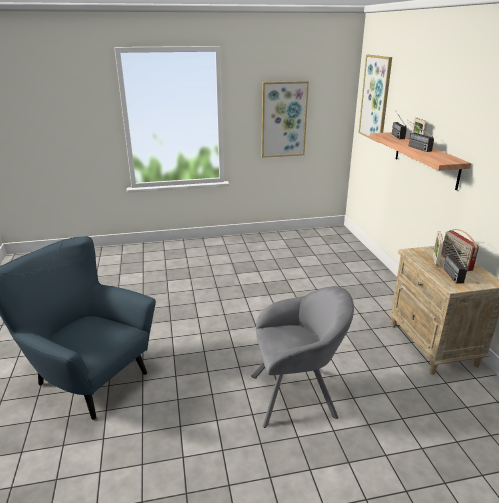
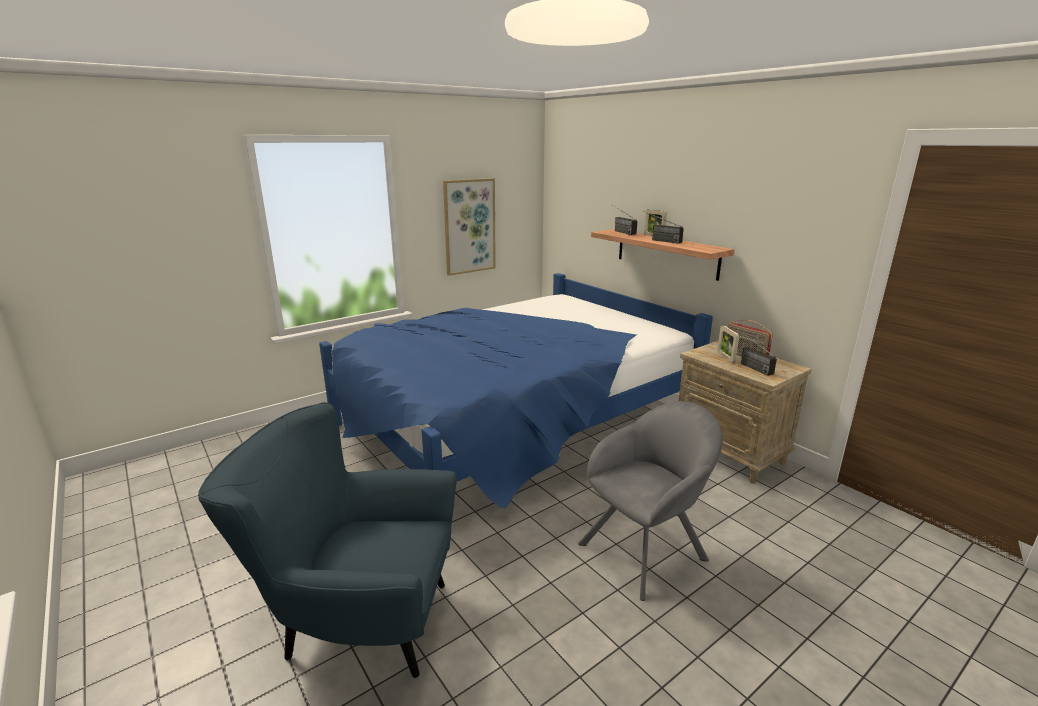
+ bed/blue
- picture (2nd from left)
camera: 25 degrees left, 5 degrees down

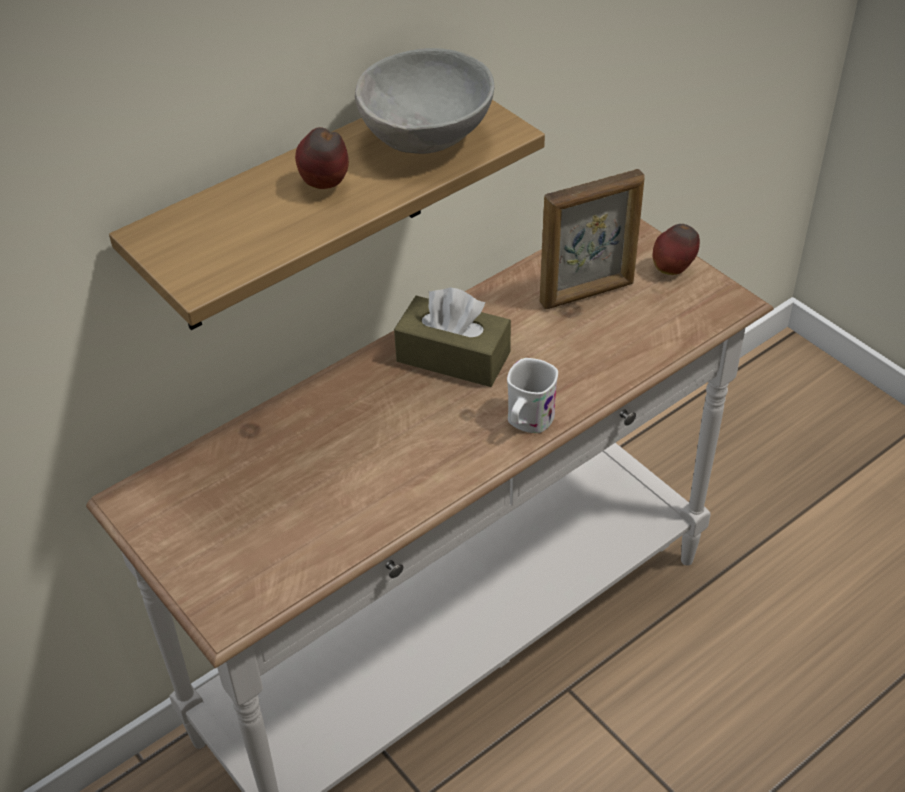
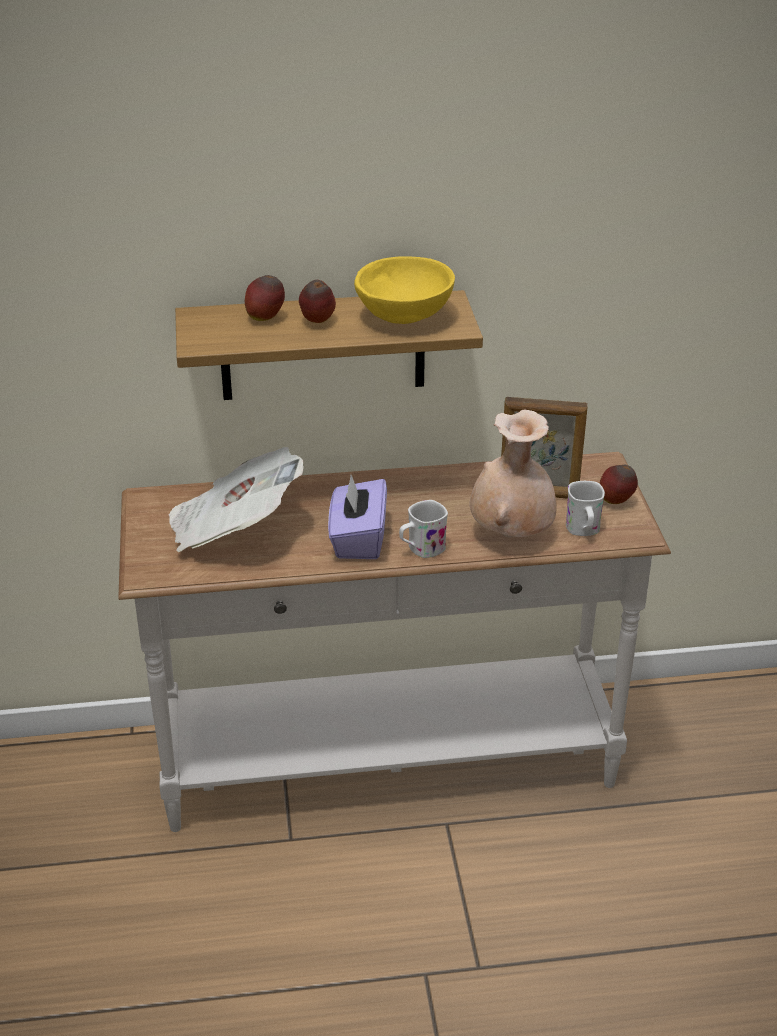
+ newspaper
+ whole apple (1st from left)
+ box of tissues/purplish
~ serving bowl/gray to serving bowl/yellowish
+ decorative vase/beige
+ tea mug/whitish (2nd from left)
- box of tissues/brown-coloured
camera: 30 degrees right, 10 degrees down

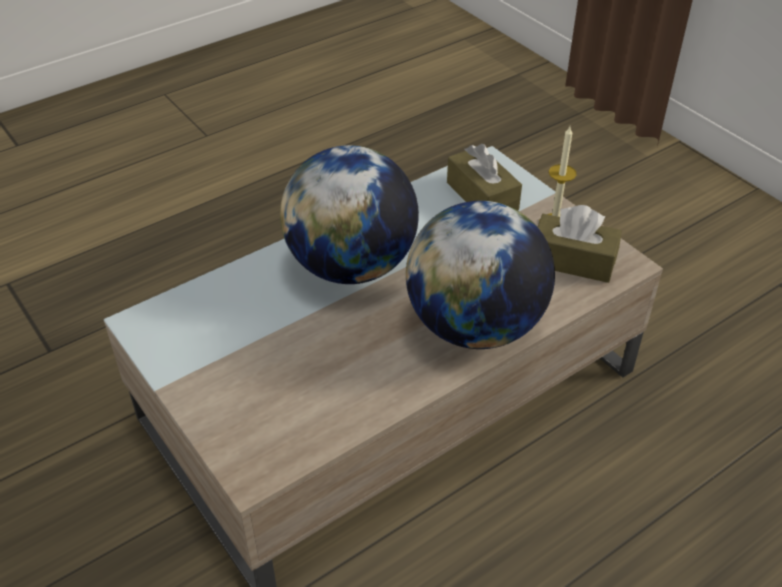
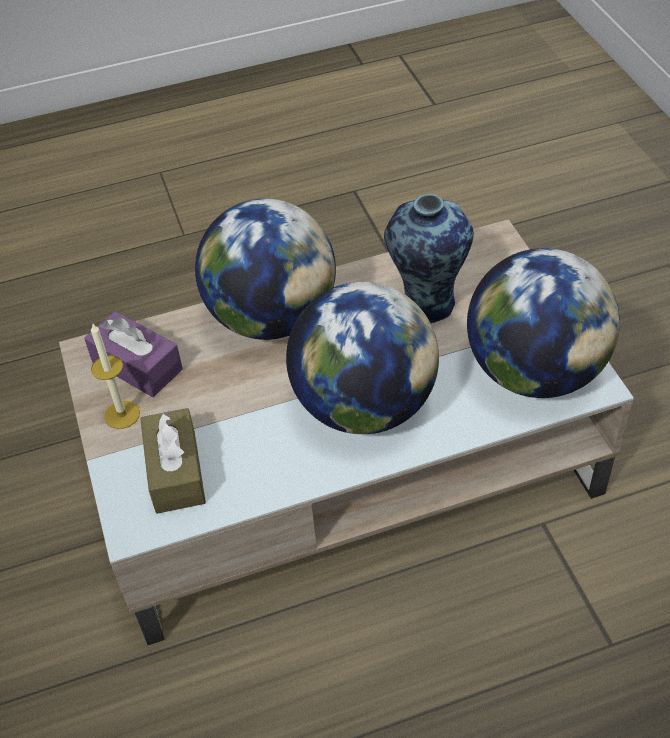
~ box of tissues/brown-coloured (2nd from left) to box of tissues/purplish
+ decorative vase
+ world globe (3rd from left)
camera: 160 degrees left, 5 degrees up

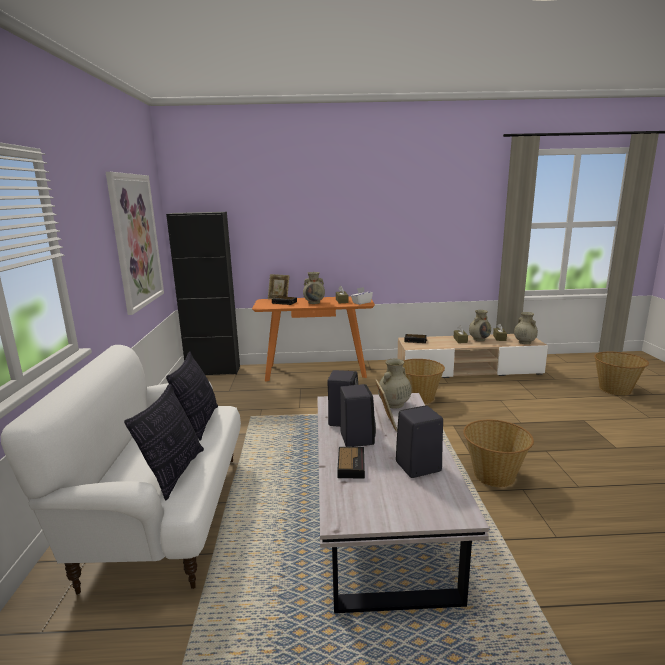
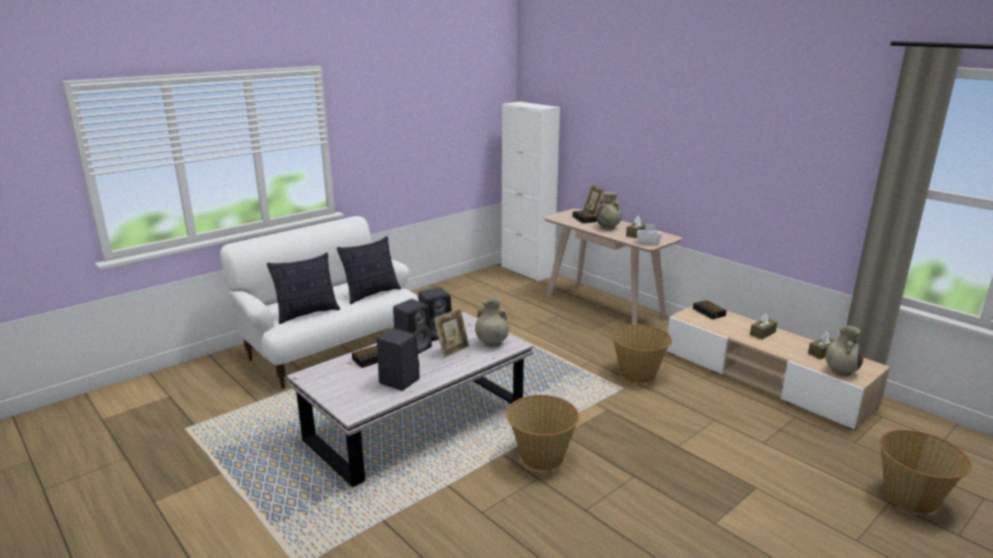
~ cupboard/black-coloured to cupboard/whitish
~ hall table/orange-coloured to hall table/beige
- picture
- decorative vase/beige (3rd from left)
camera: 50 degrees right, 5 degrees up

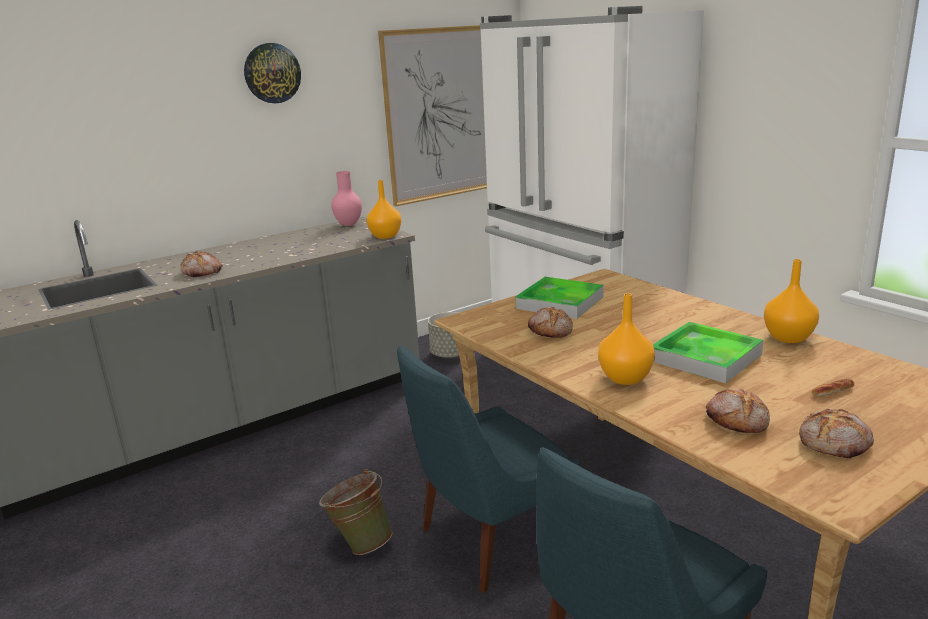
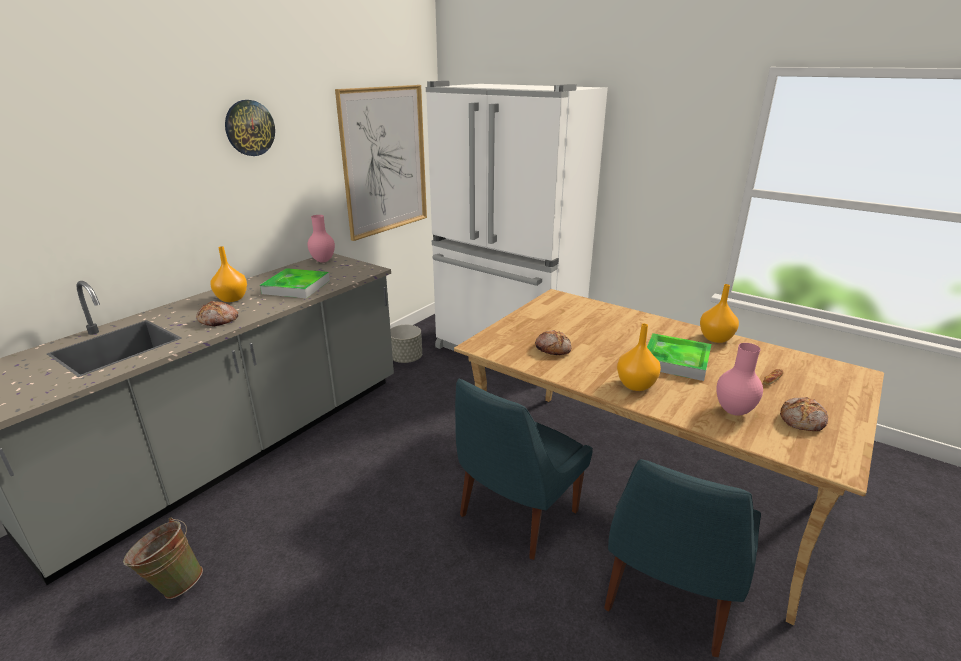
~ pail/greenish
~ decorative vase/orange-coloured (1st from left)
~ carrying tray (1st from left)
~ bread (3rd from left) to decorative vase/pinkish (2nd from left)
camera: 20 degrees left, 5 degrees up

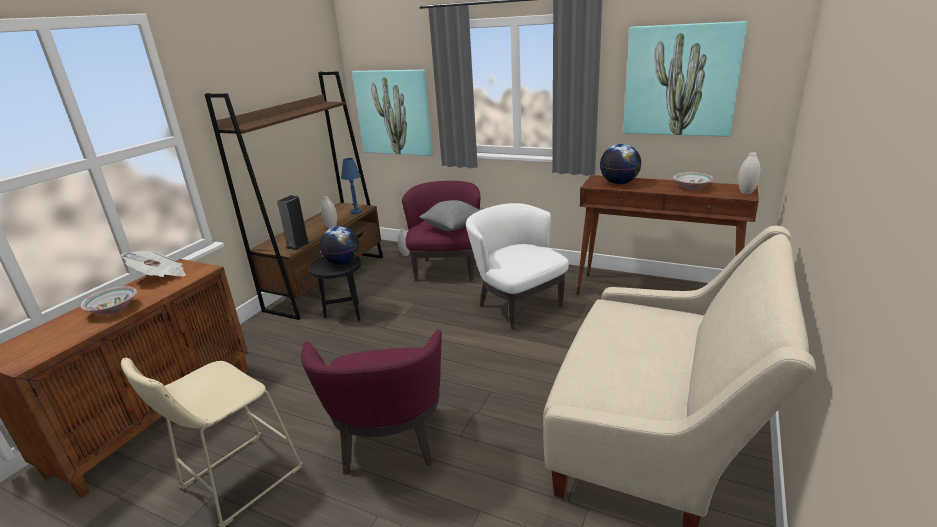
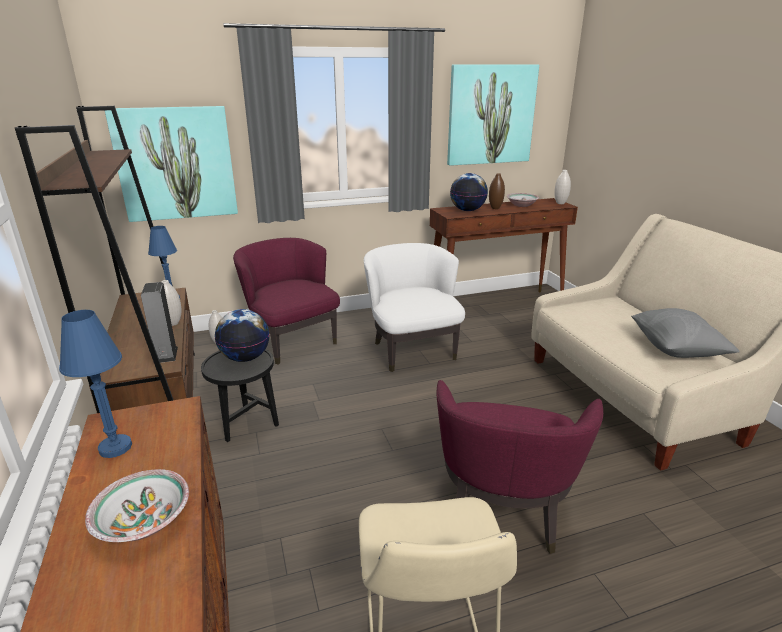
~ newspaper to tabletop lamp/blue (1st from left)
~ armchair/whitish 60 degrees clockwise
~ armchair/purplish (1st from left in the first image) 60 degrees clockwise
+ decorative vase/brown-coloured
~ cushion/gray
camera: 45 degrees left, 0 degrees up

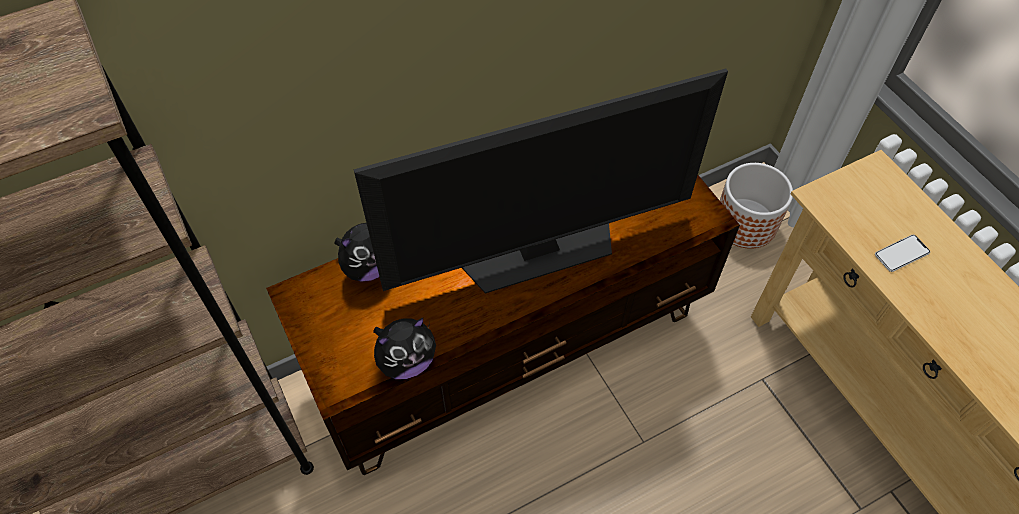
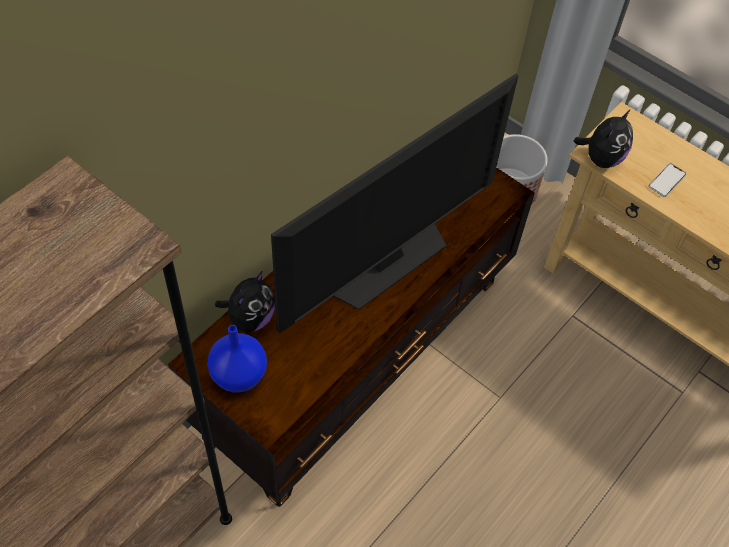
+ decorative vase/blue
~ cuddly toy (2nd from left)
camera: 25 degrees left, 0 degrees up

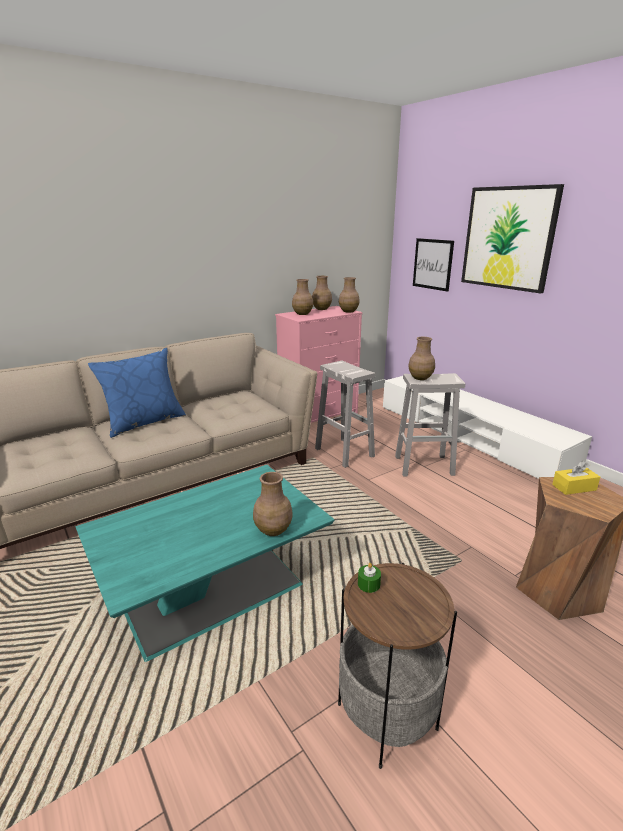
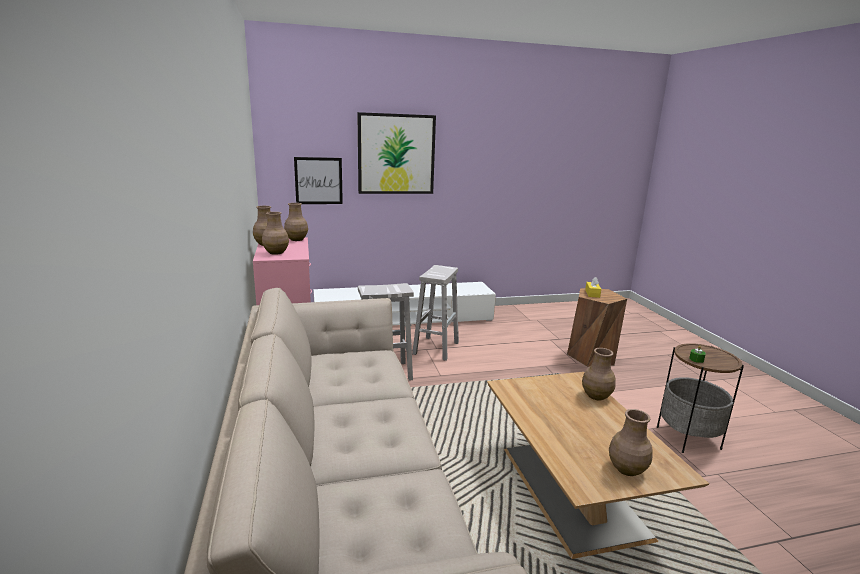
~ low table/turquoise-coloured to low table/brown-coloured
~ decorative vase/brown-coloured (5th from left)
- cushion/blue
camera: 70 degrees left, 5 degrees down

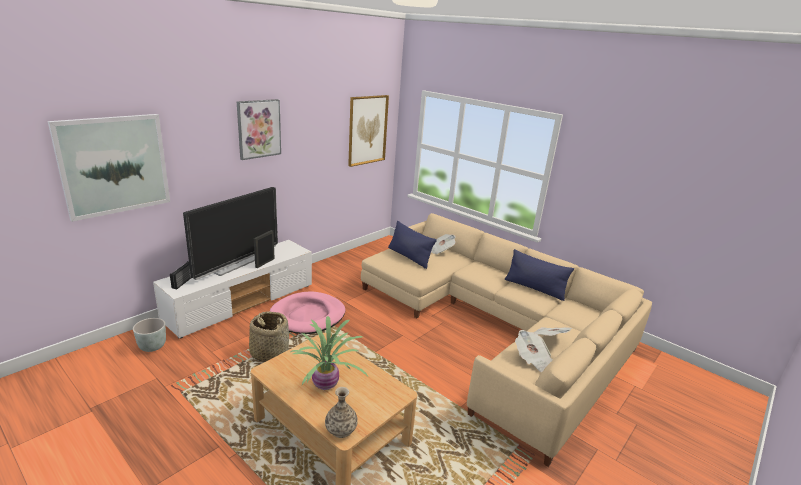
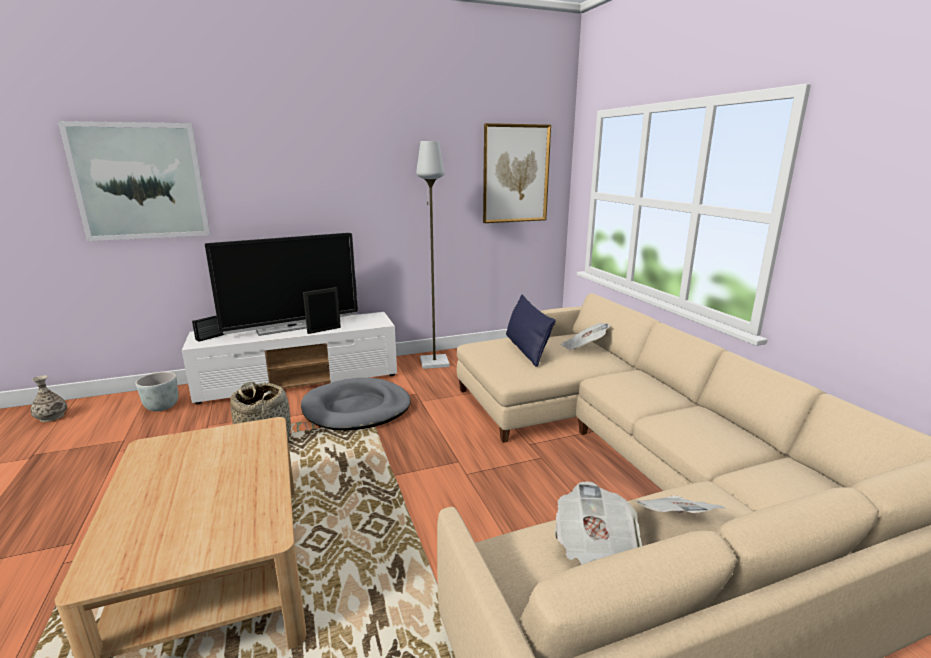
~ decorative vase
~ dog cushion/pinkish to dog cushion/gray
+ standing lamp/gray
- picture (2nd from left)
- houseplant
- cushion/blue (2nd from left)
camera: 30 degrees right, 5 degrees down

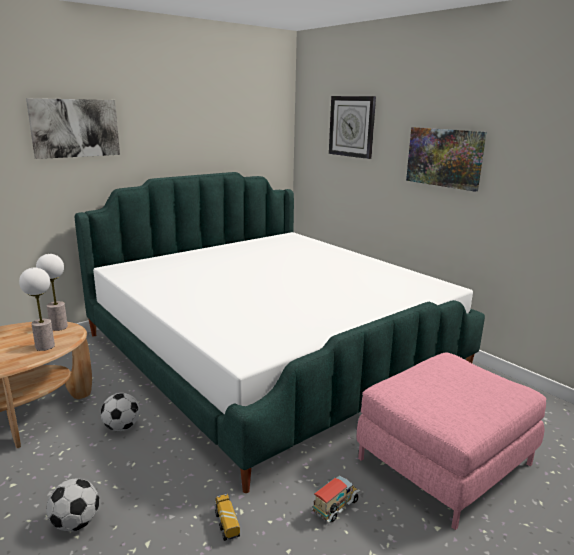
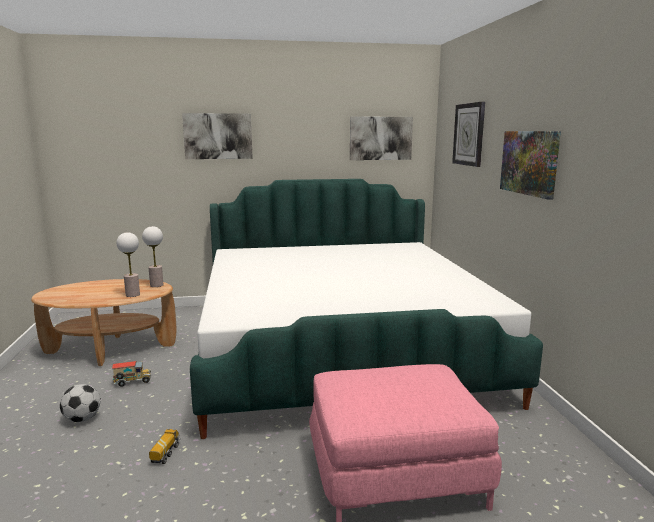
~ toy truck (2nd from left in the first image) to toy truck (1st from left)
+ picture (2nd from left)
- football (2nd from left)
camera: 30 degrees right, 5 degrees down

